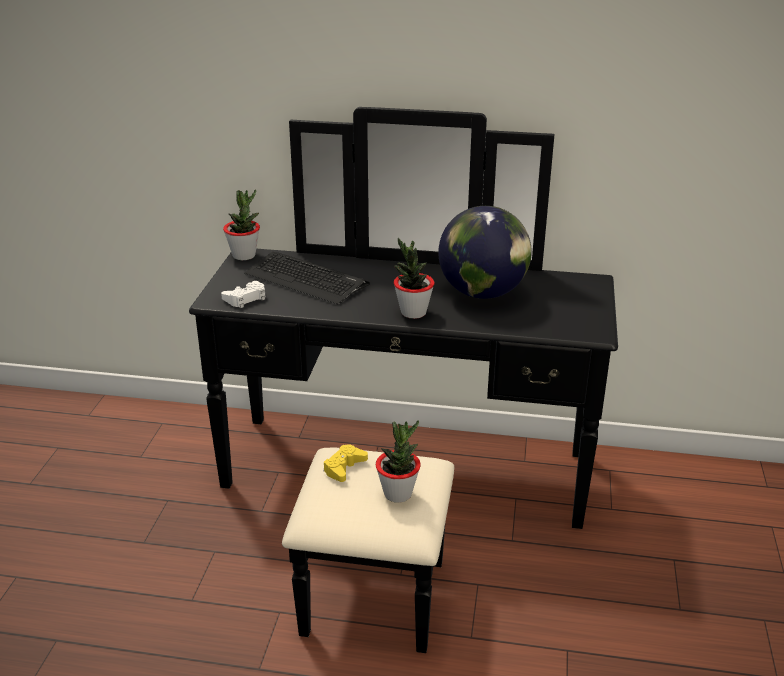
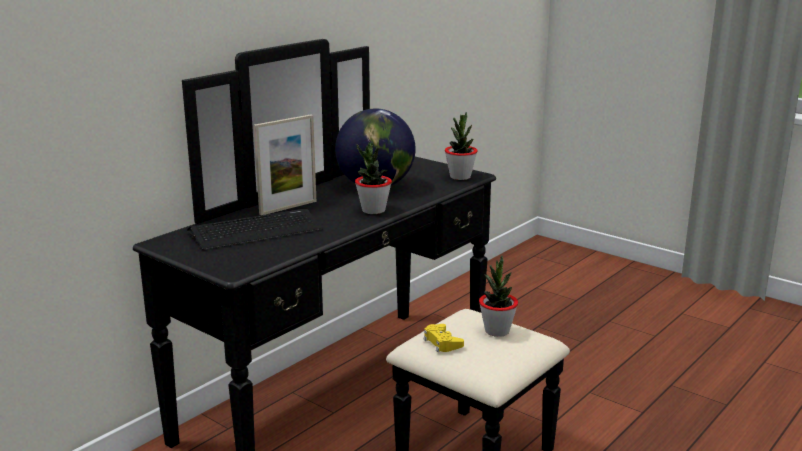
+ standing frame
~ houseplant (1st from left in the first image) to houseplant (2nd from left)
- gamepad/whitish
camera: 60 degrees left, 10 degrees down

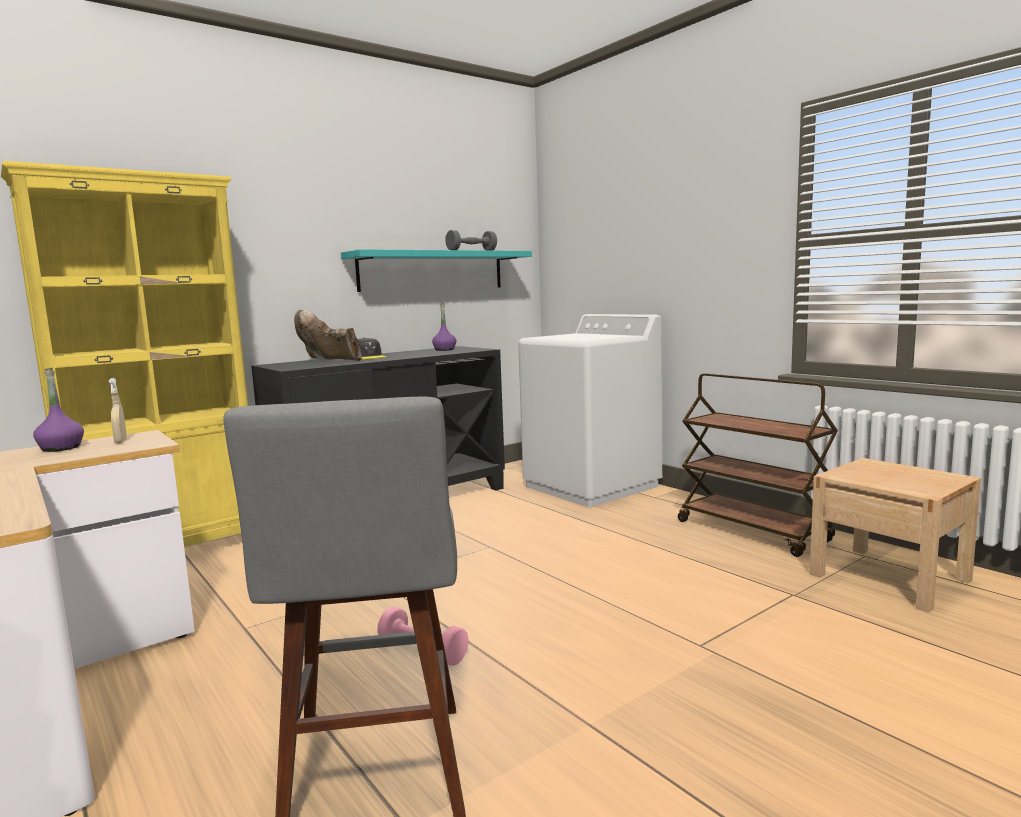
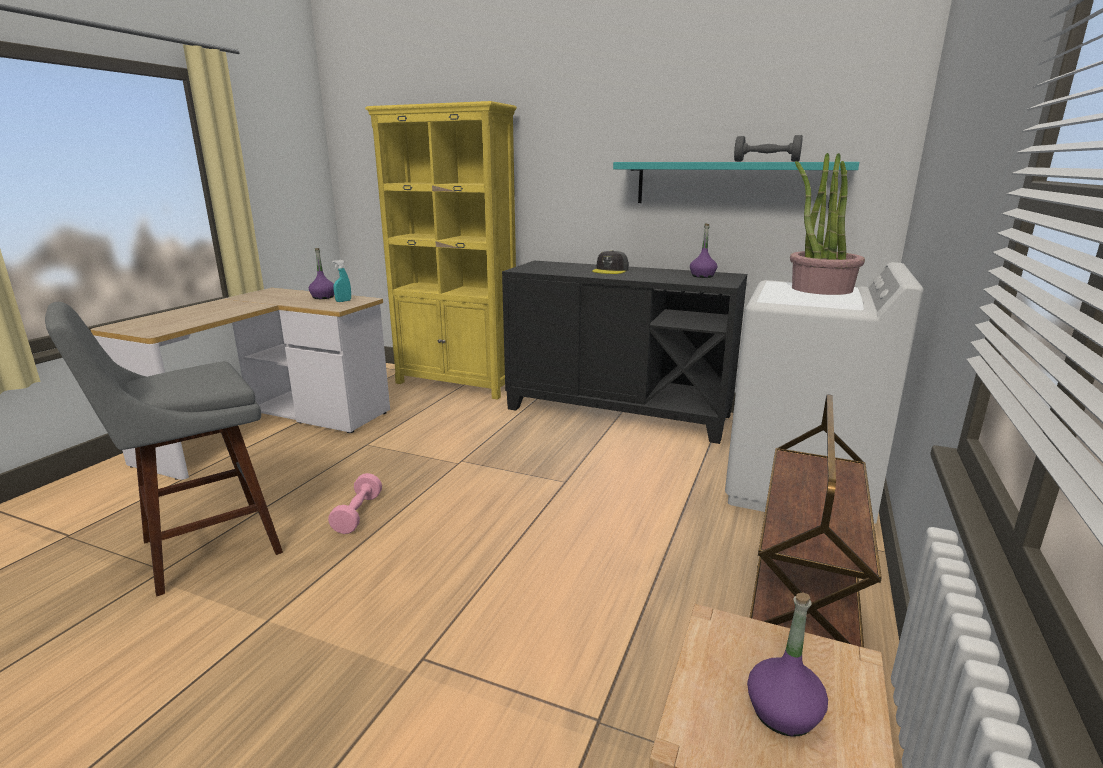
~ sprayer/beige to sprayer/turquoise-coloured
+ beverage bottle/purplish (3rd from left)
+ houseplant
- boot/brown-coloured
camera: 60 degrees right, 10 degrees up

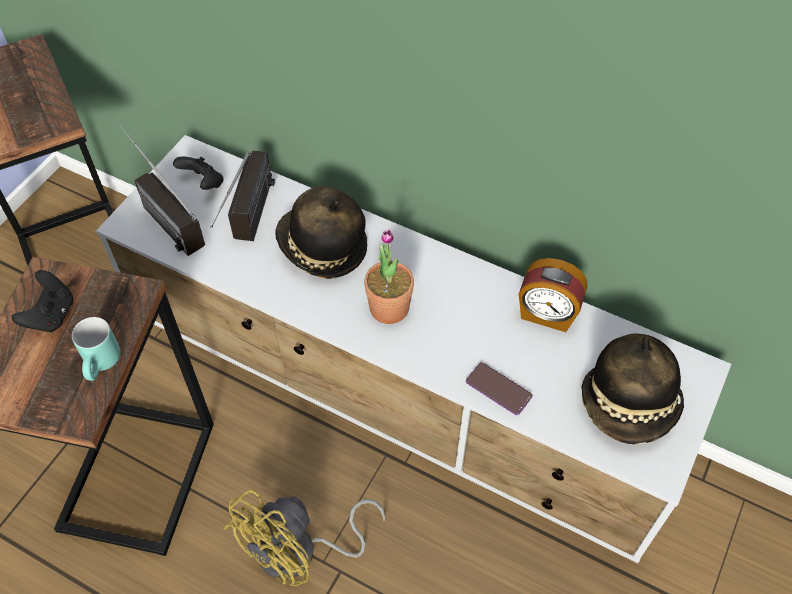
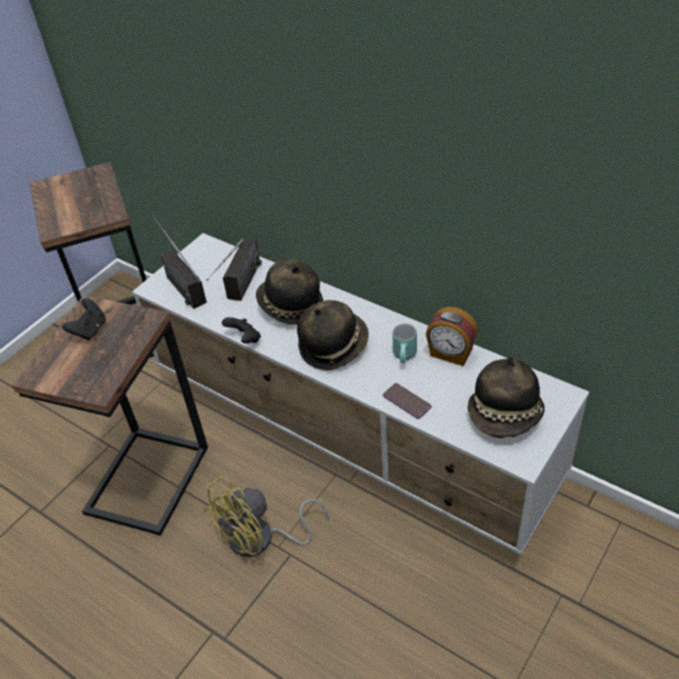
~ gamepad/black-coloured (2nd from left)
~ houseplant to clothing hat (2nd from left)
~ tea mug/turquoise-coloured
camera: 10 degrees right, 10 degrees down

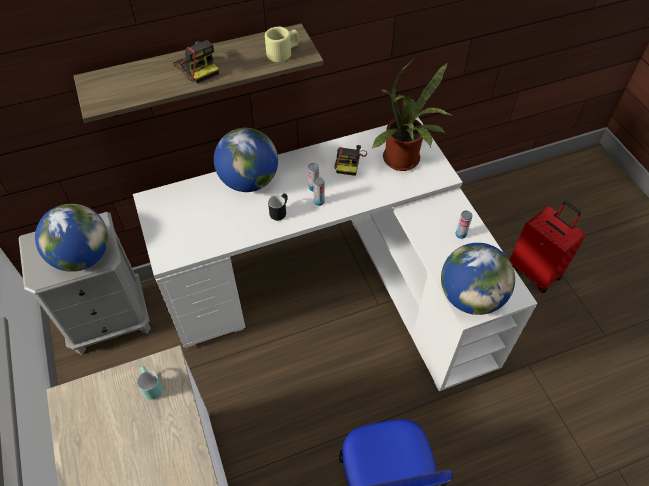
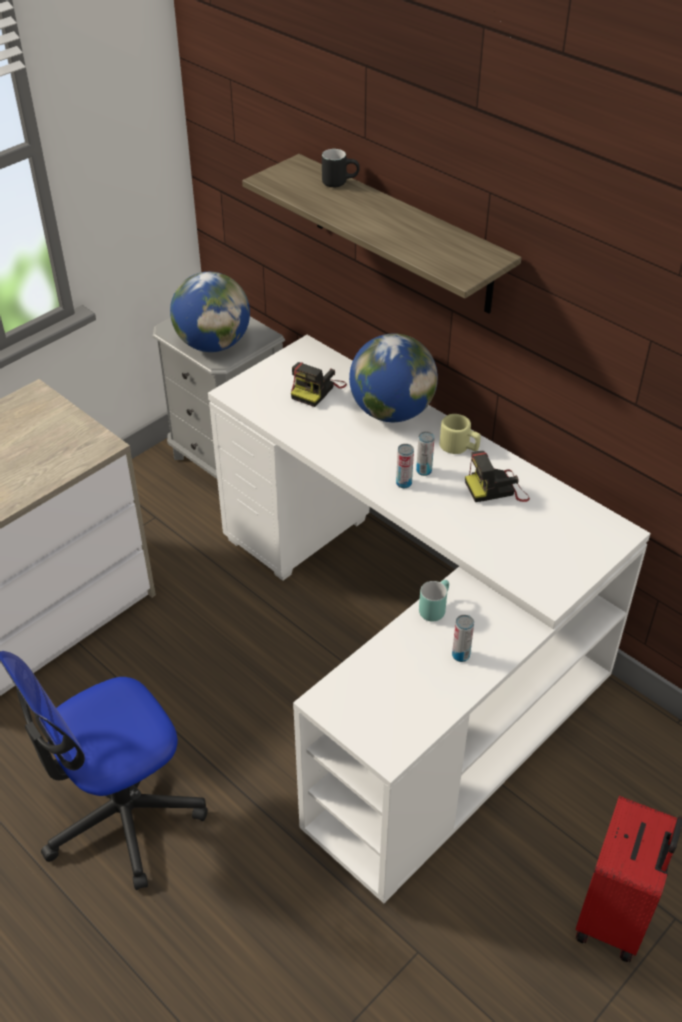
~ still camera (1st from left)
~ tea mug/black-coloured
~ tea mug/turquoise-coloured
~ tea mug/beige
- houseplant
- world globe (3rd from left)
camera: 65 degrees right, 10 degrees down

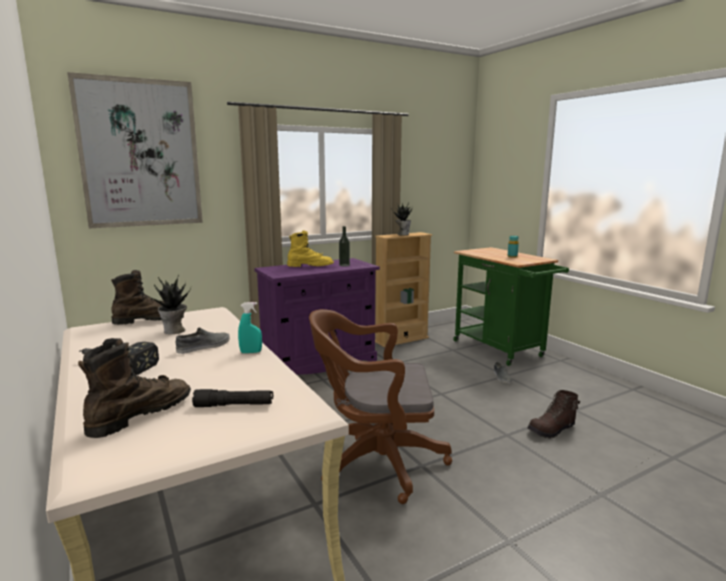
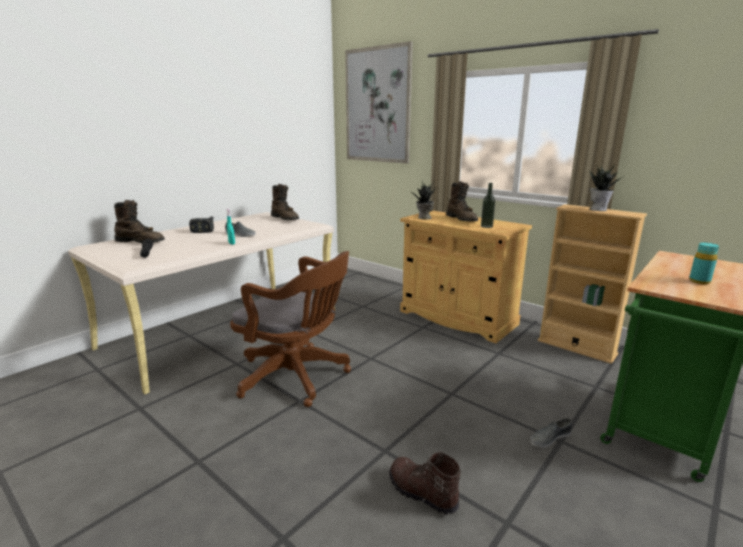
~ computer chair/brown-coloured 135 degrees clockwise
~ cupboard/purplish to cupboard/beige
~ houseplant (1st from left)
~ boot/yellowish to boot/brown-coloured (4th from left)
camera: 70 degrees right, 5 degrees up

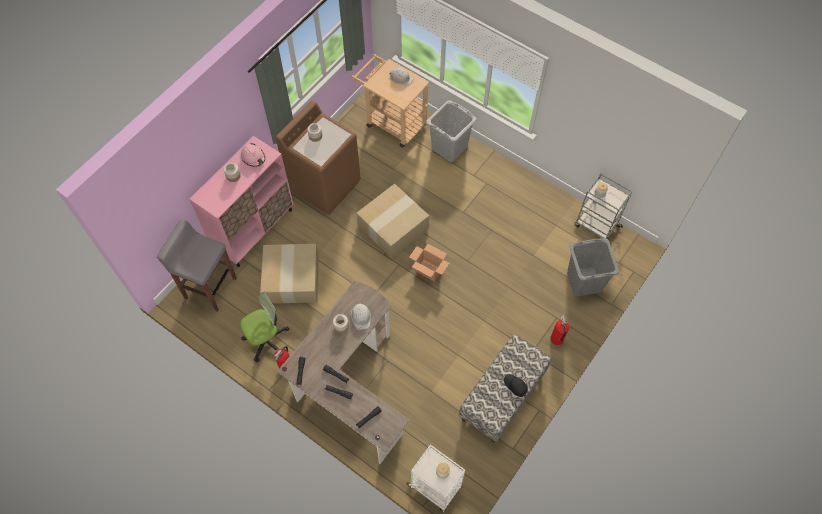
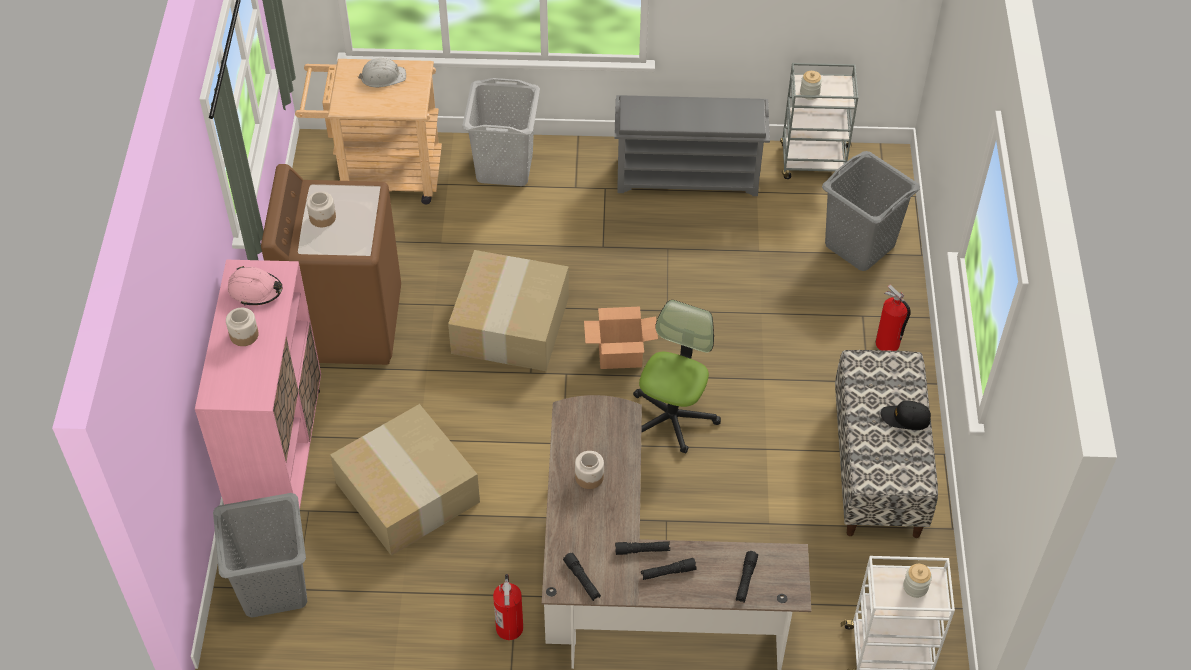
~ stool seat/gray to hamper/gray (1st from left)
+ shoe shelf/gray
~ computer chair
- work helmet/whitish (1st from left)
camera: 35 degrees left, 10 degrees down

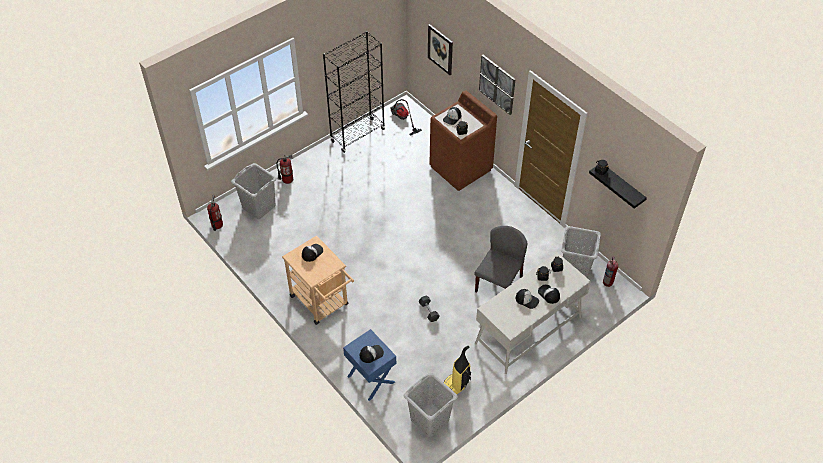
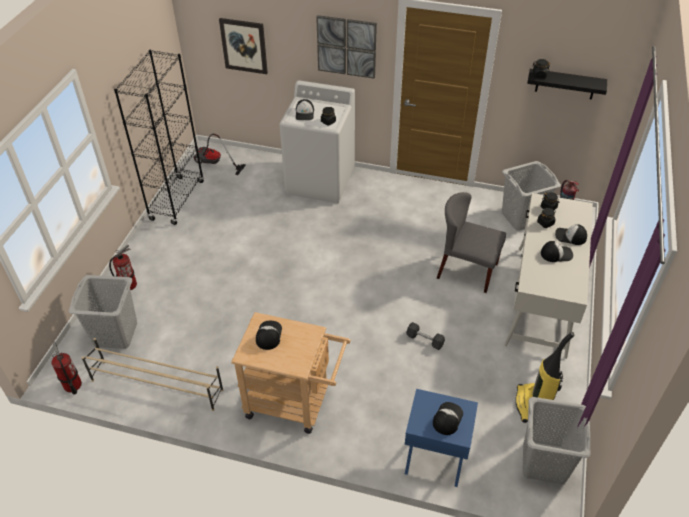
+ shoe shelf/beige
~ washing machine/brown-coloured to washing machine/whitish
~ plain chair/gray 60 degrees counterclockwise
camera: 35 degrees left, 5 degrees down

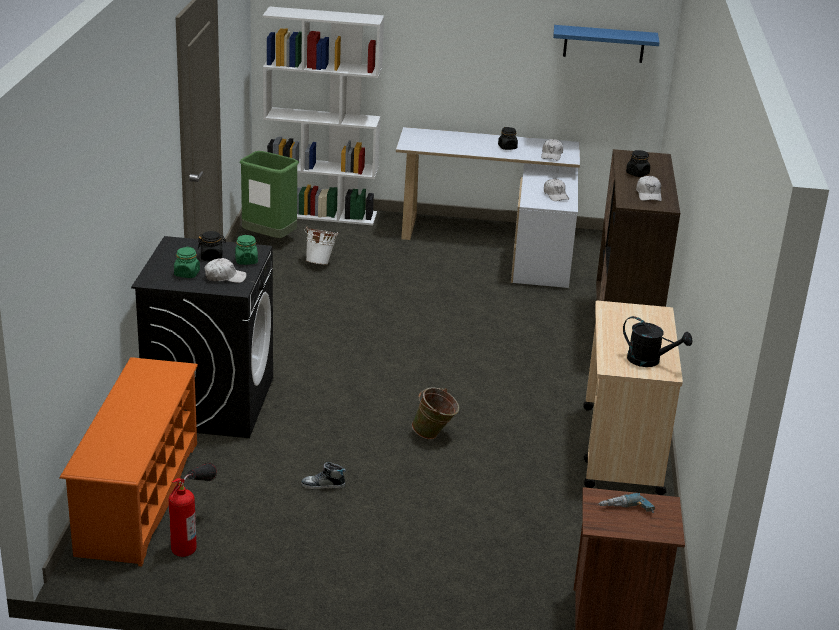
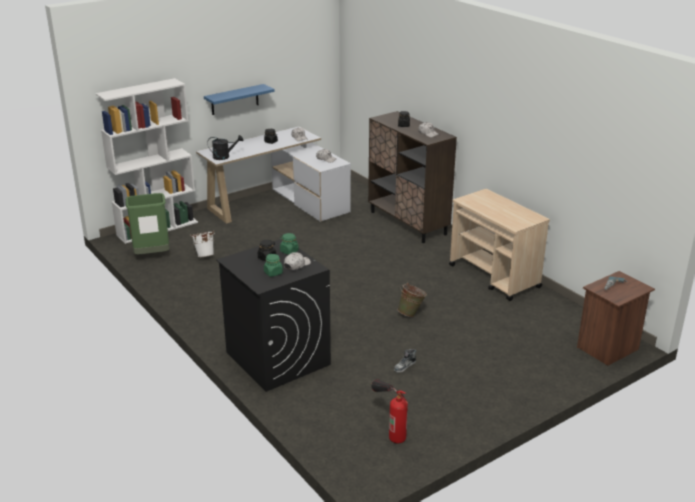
~ wall shelf/blue
~ watering pot/black-coloured
- shoe shelf/orange-coloured
camera: 40 degrees left, 0 degrees up

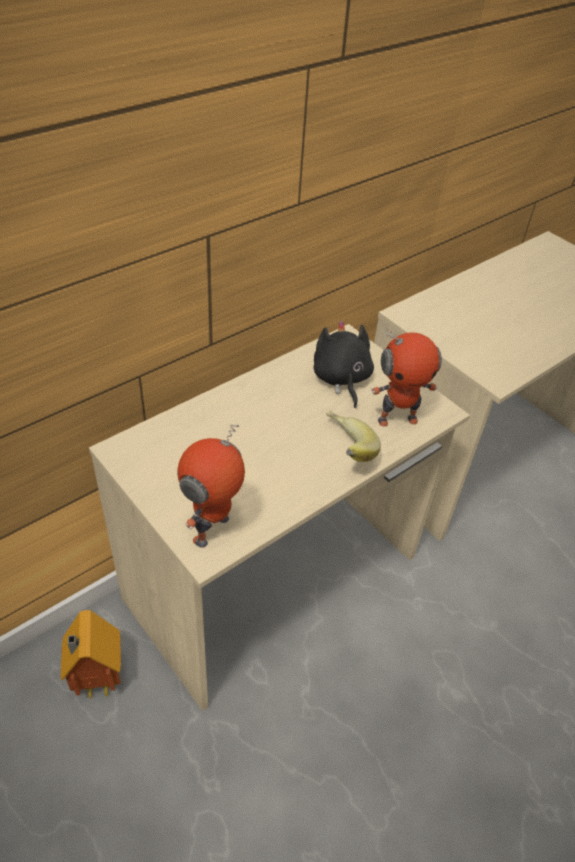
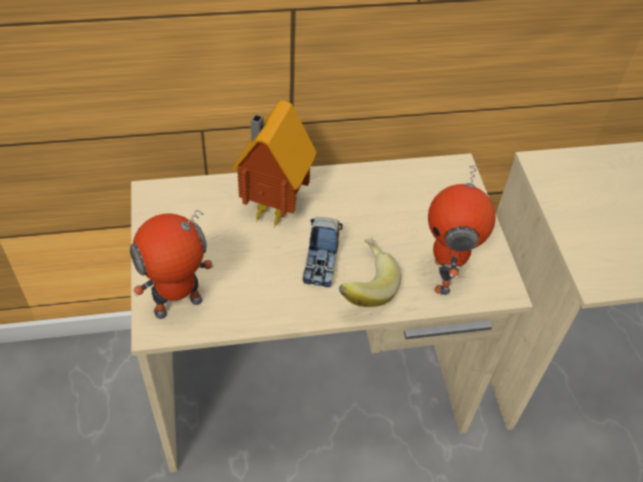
~ toy house
+ toy truck
~ model robot (2nd from left) 75 degrees clockwise
- cuddly toy/black-coloured
camera: 30 degrees right, 5 degrees up

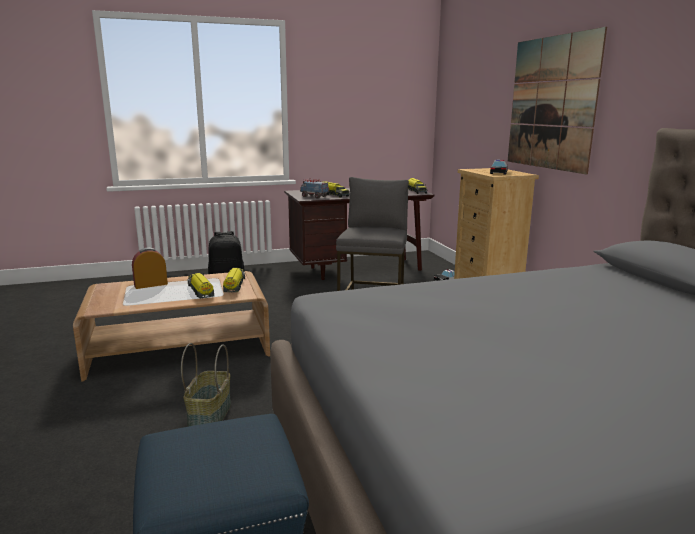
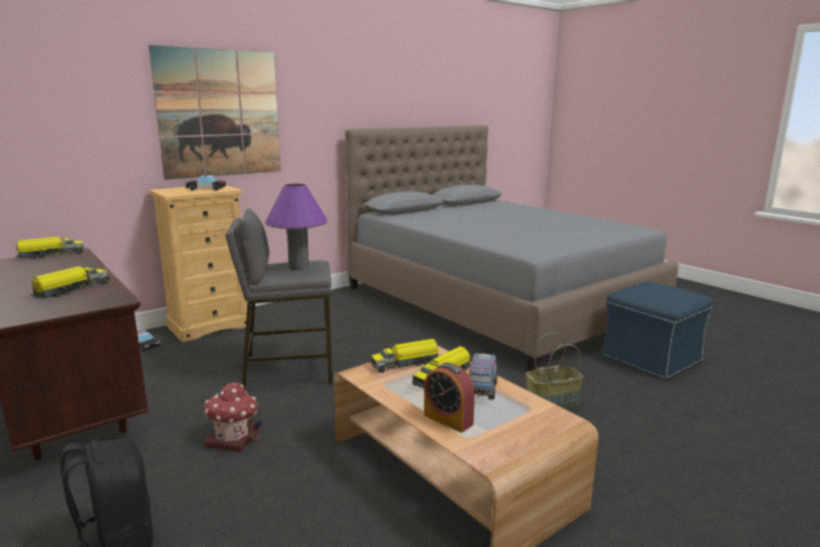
+ toy house
+ tabletop lamp/purplish
~ toy truck (3rd from left in the first image) to toy truck (5th from left)
camera: 110 degrees left, 0 degrees up

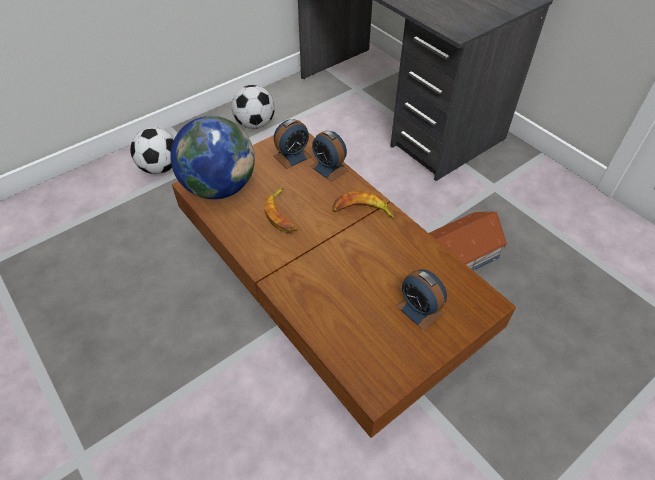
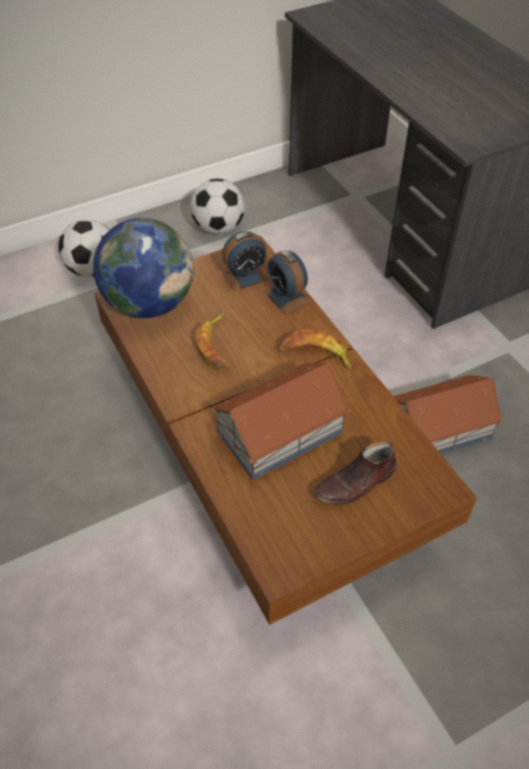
+ toy house (1st from left)
~ alarm clock (3rd from left) to item of footwear/brown-coloured
camera: 10 degrees right, 0 degrees up

